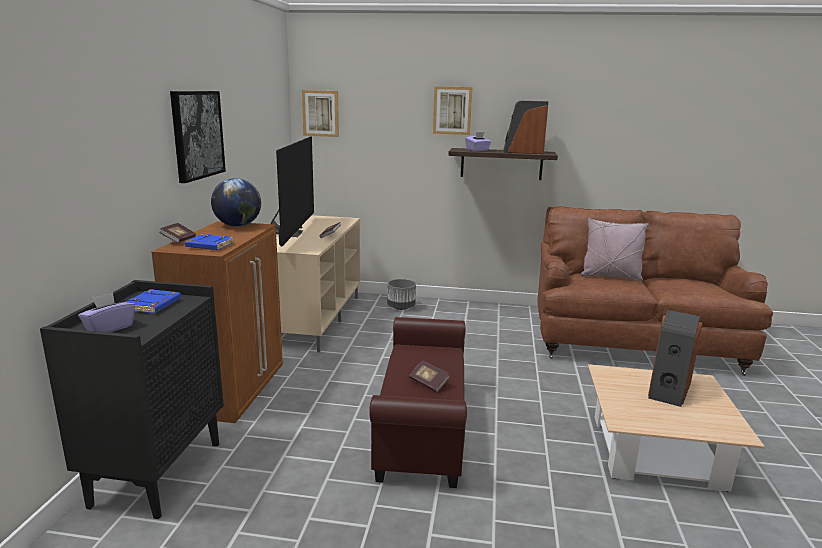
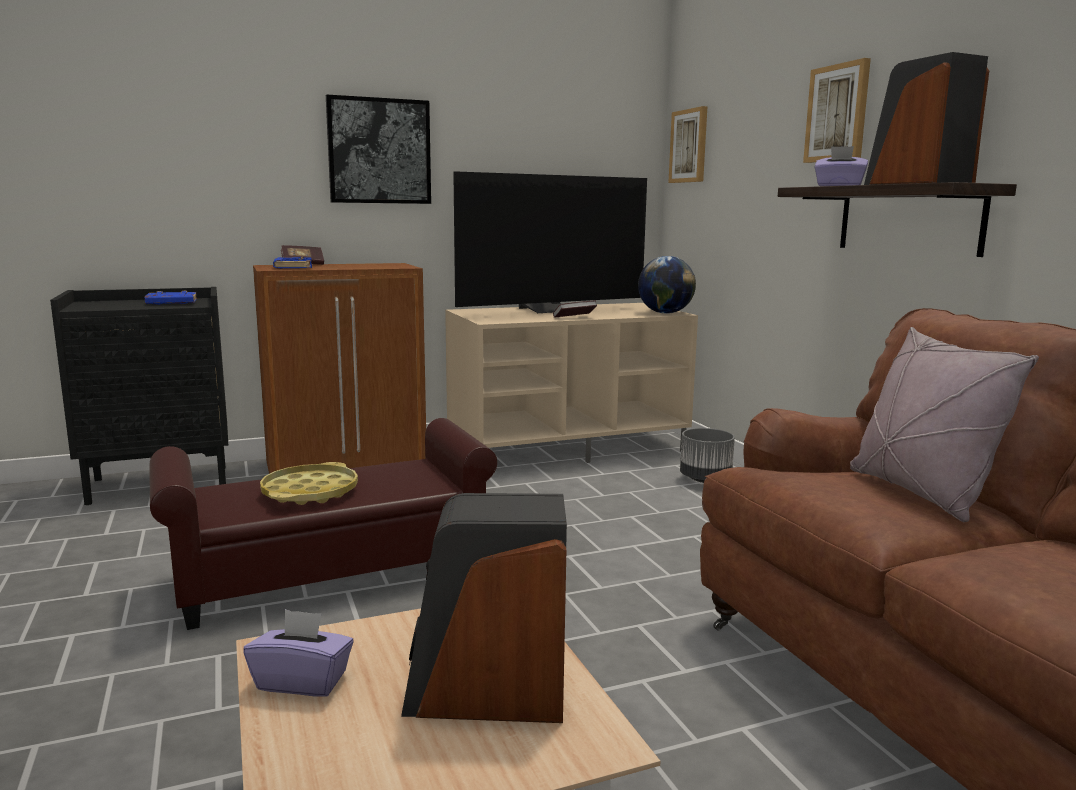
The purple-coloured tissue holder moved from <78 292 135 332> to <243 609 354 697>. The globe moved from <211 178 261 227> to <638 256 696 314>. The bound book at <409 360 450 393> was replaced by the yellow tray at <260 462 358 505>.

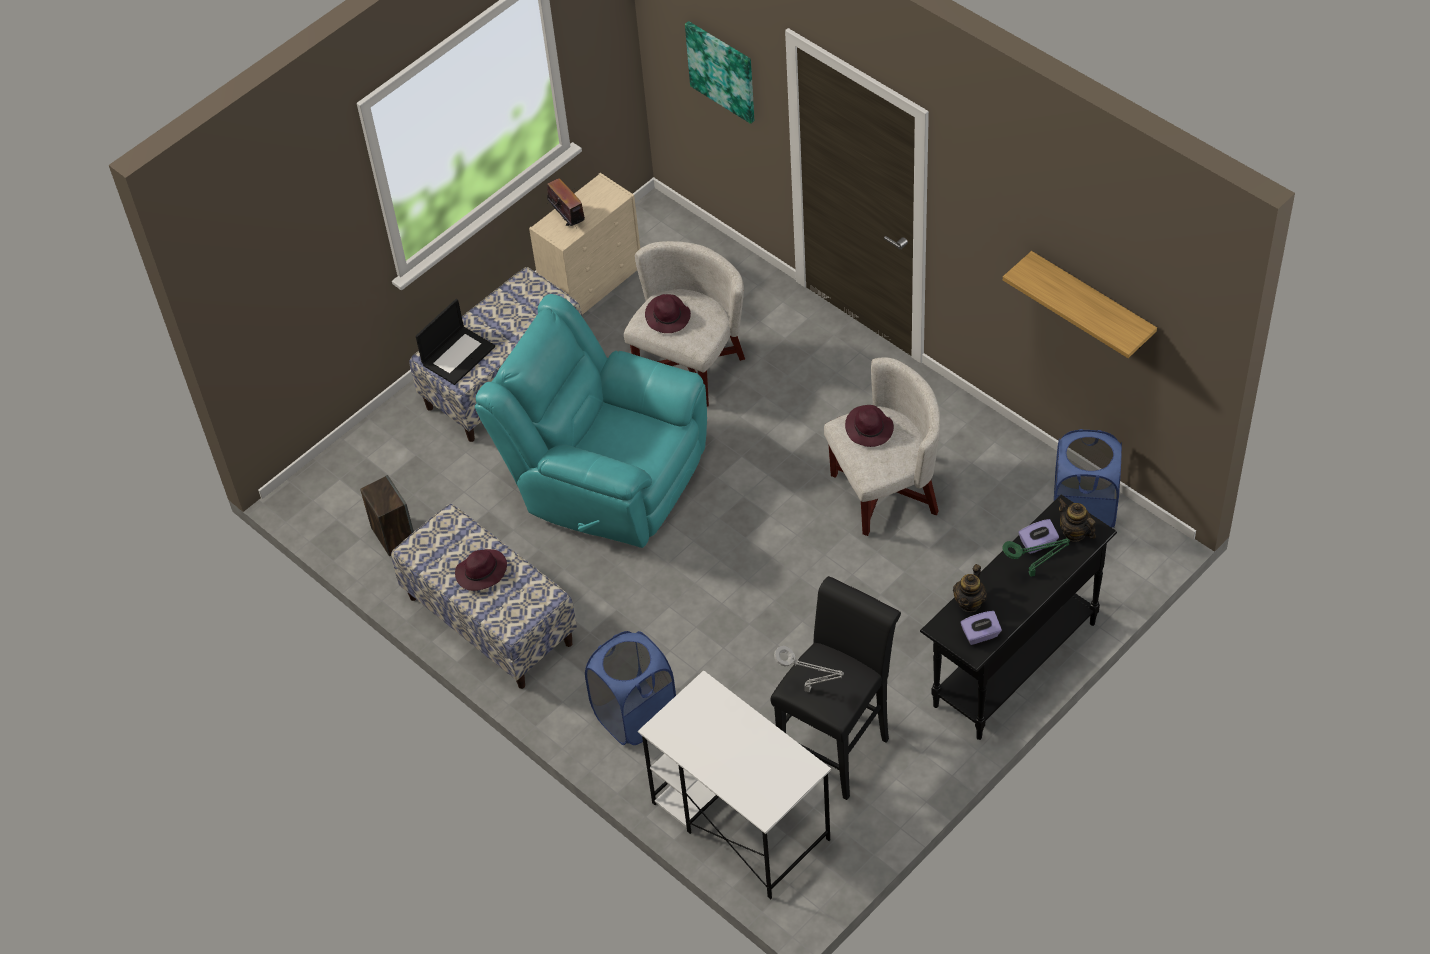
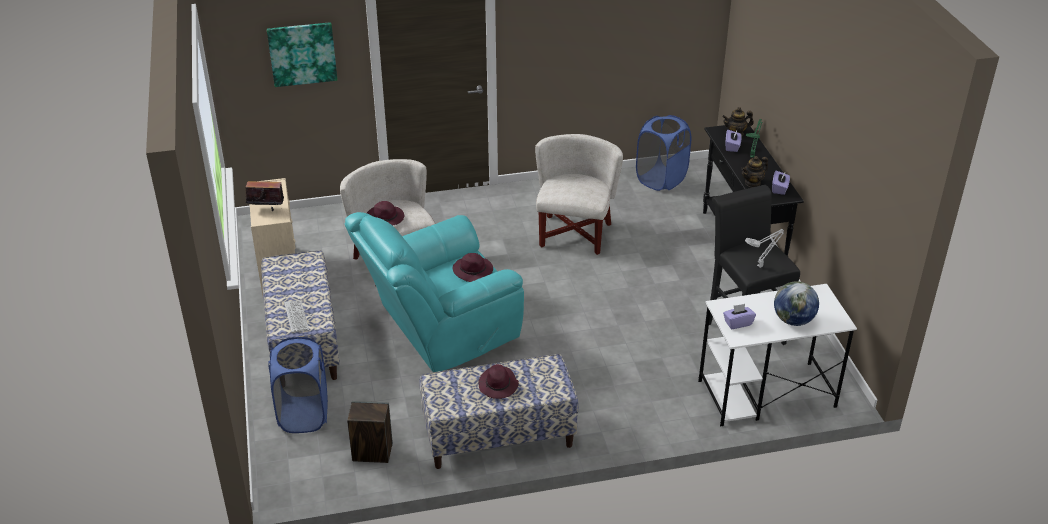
The wall shelf at <1003 251 1157 358> disappeared. The purple-coloured tissue holder at <723 304 756 329> appeared. The globe at <774 281 819 326> appeared. The blue-coloured laundry basket moved from <585 631 676 745> to <268 337 328 433>. The purple-coloured clothing hat moved from <845 405 894 447> to <453 253 493 282>. The notebook computer at <416 299 495 385> was replaced by the keyboard at <284 300 309 333>. The pot for tea at <953 564 987 612> turned 90 degrees clockwise.

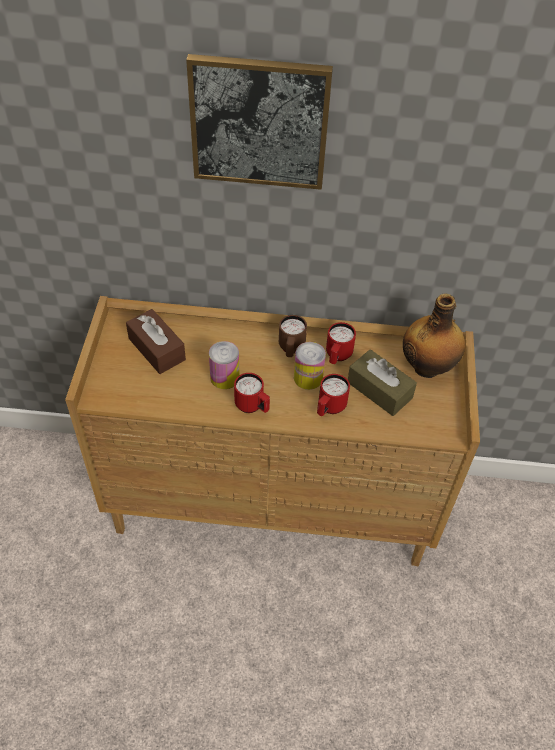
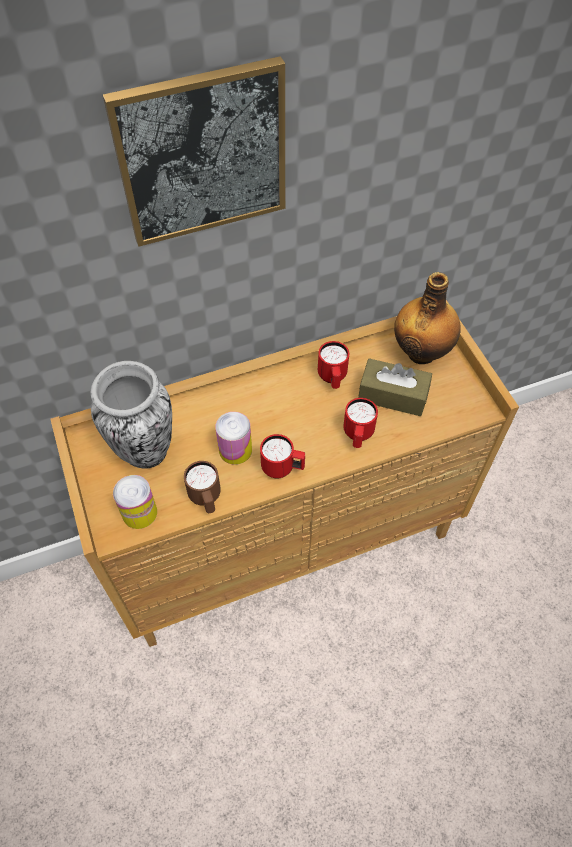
The brownish coffee mug moved from <279 315 307 357> to <184 461 221 513>. The can moved from <294 342 326 390> to <113 475 157 529>. The brownish tissue holder at <126 309 186 374> was replaced by the flower vase at <90 361 172 469>.

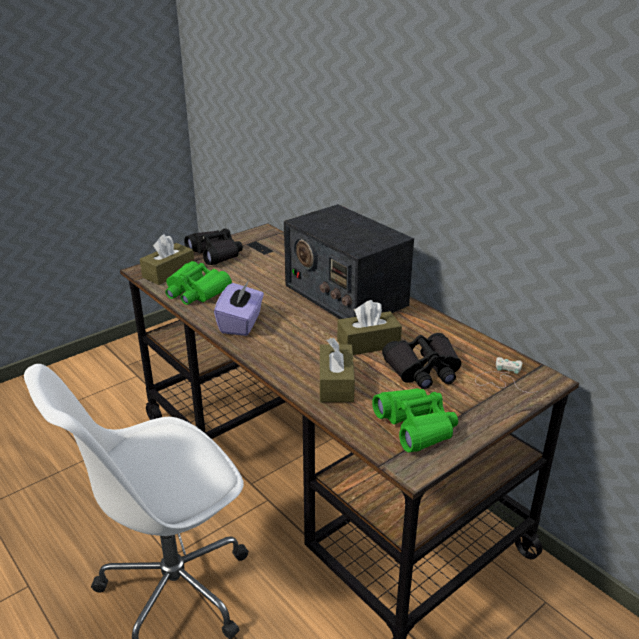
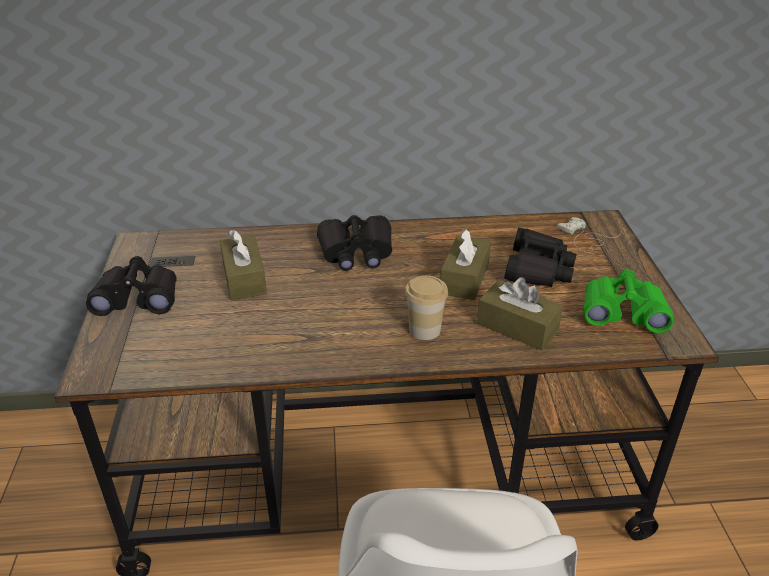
The greenish field glasses at <165 261 232 305> disappeared. The purple-coloured tissue holder at <214 282 264 336> disappeared. The cup at <405 275 448 340> appeared. The brownish tissue holder moved from <140 234 194 285> to <220 230 267 300>. The radio set at <284 204 414 319> was replaced by the black-coloured field glasses at <317 215 392 271>.

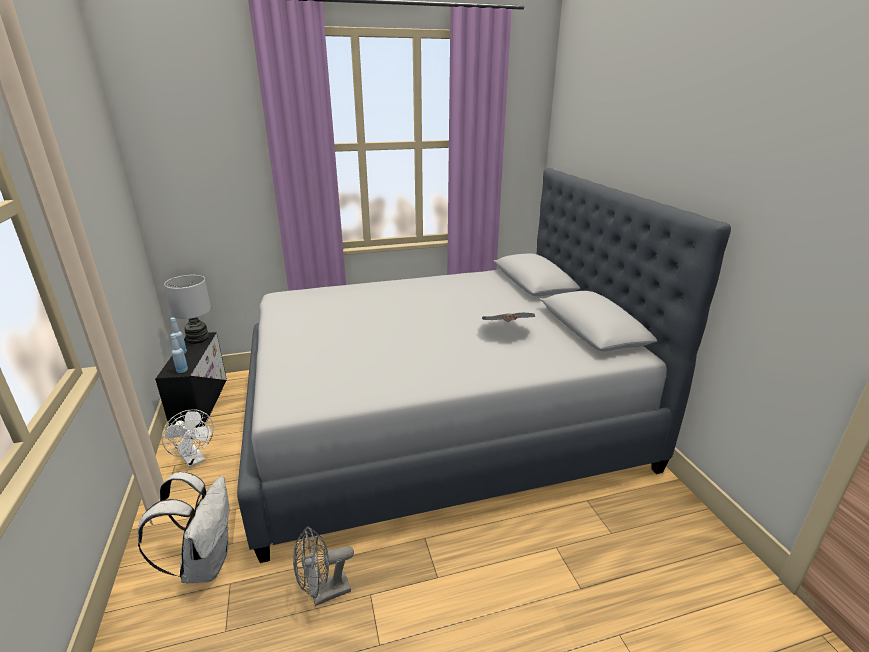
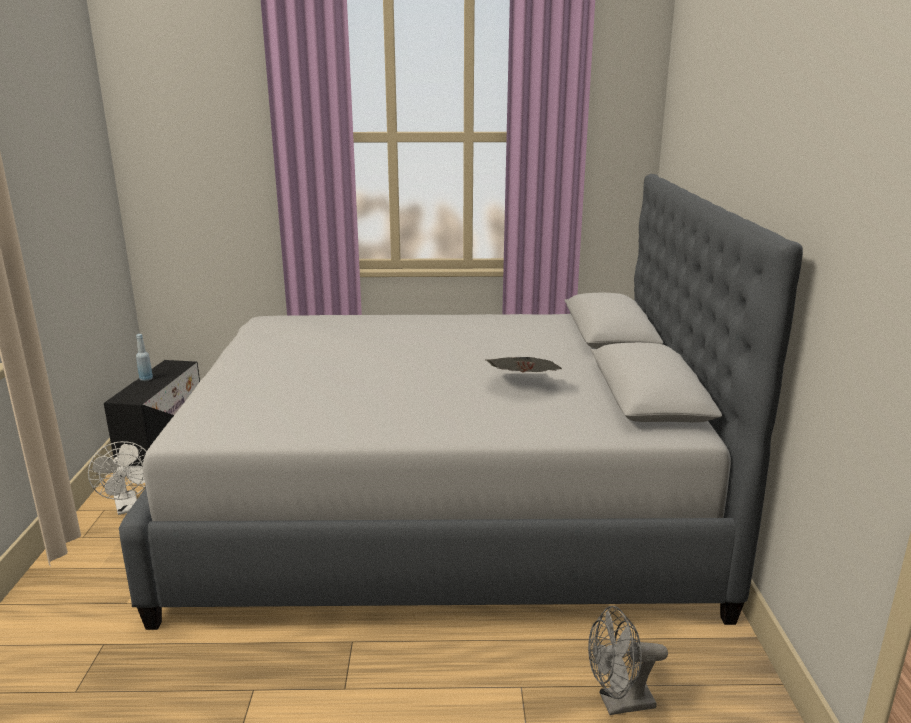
The white-coloured knapsack at <138 472 230 583> disappeared. The gray table lamp at <164 275 211 344> disappeared. The blue-coloured bottle at <170 334 188 373> disappeared. The gray fan moved from <293 526 354 606> to <588 606 668 715>.

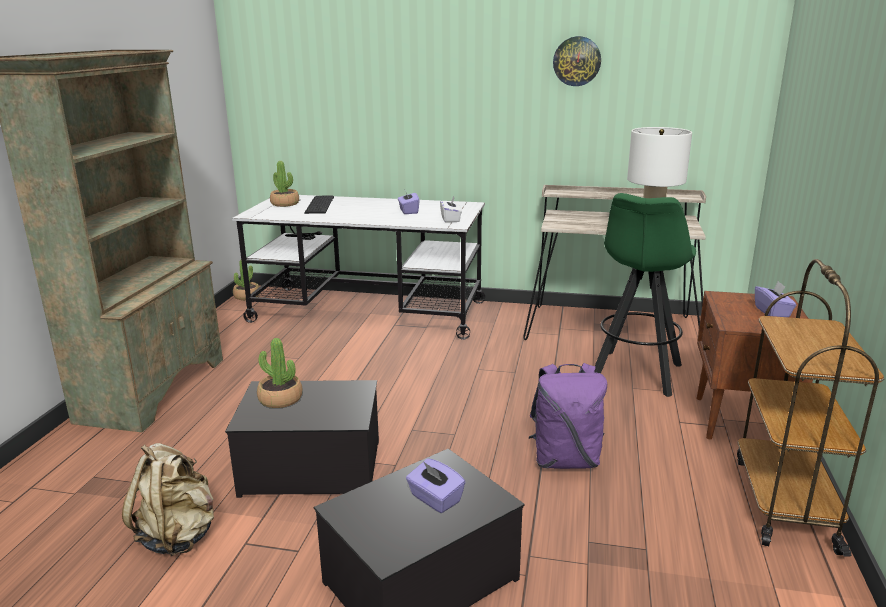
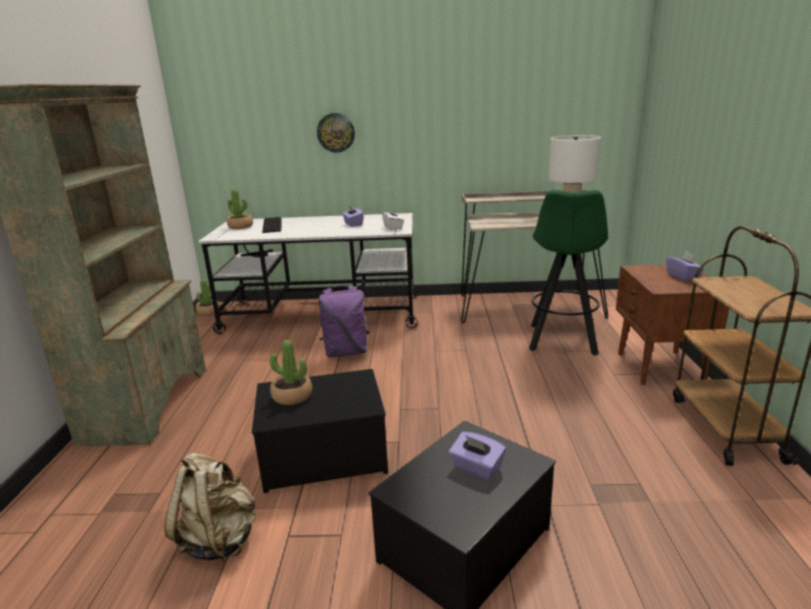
The purple-coloured knapsack moved from <529 363 607 469> to <319 285 370 357>. The clock on the wall moved from <553 36 601 86> to <317 113 355 153>.

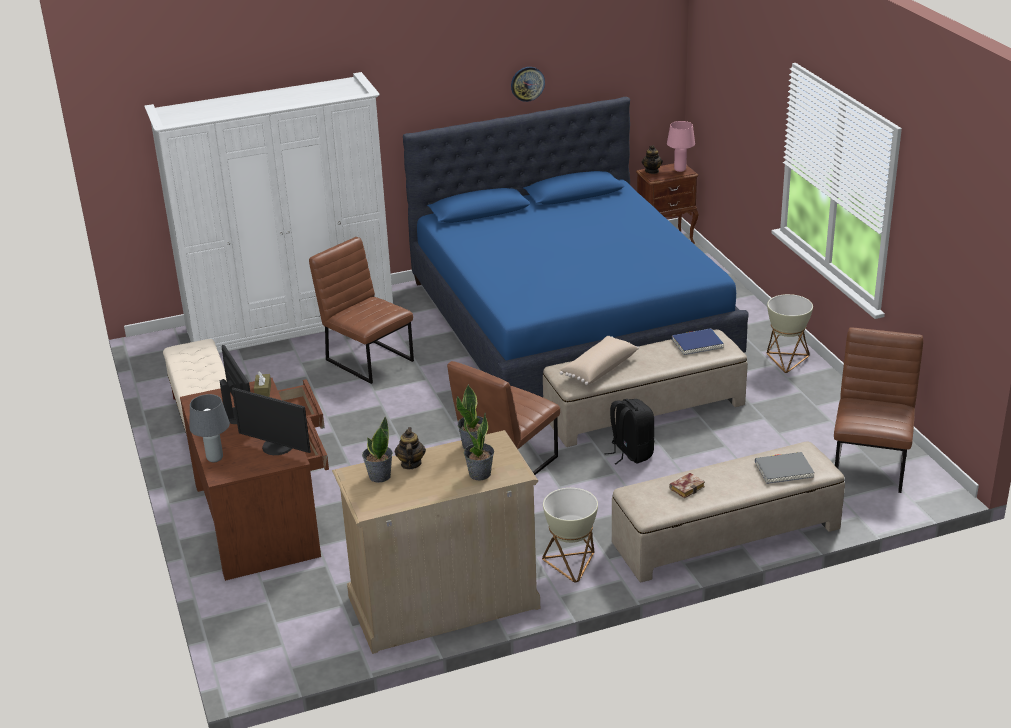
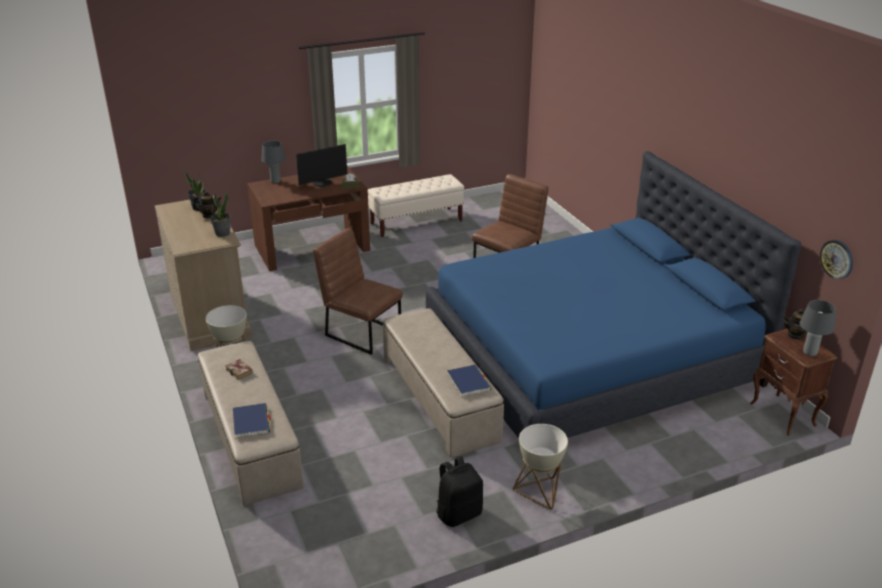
The white-coloured armoire at <144 72 393 353> disappeared. The computer display at <232 388 311 455> disappeared. The plant in a pot at <464 412 494 481> disappeared. The sand-coloured cushion at <560 336 639 385> disappeared. The brownish plain chair at <834 328 923 493> disappeared. The clock on the wall moved from <511 67 545 102> to <820 240 853 279>. The black-coloured knapsack moved from <604 399 654 464> to <436 456 483 527>. The pink table lamp at <667 121 695 172> became the gray table lamp at <800 300 836 356>. The gray bound book at <755 452 815 484> became the blue-coloured bound book at <233 403 270 439>.

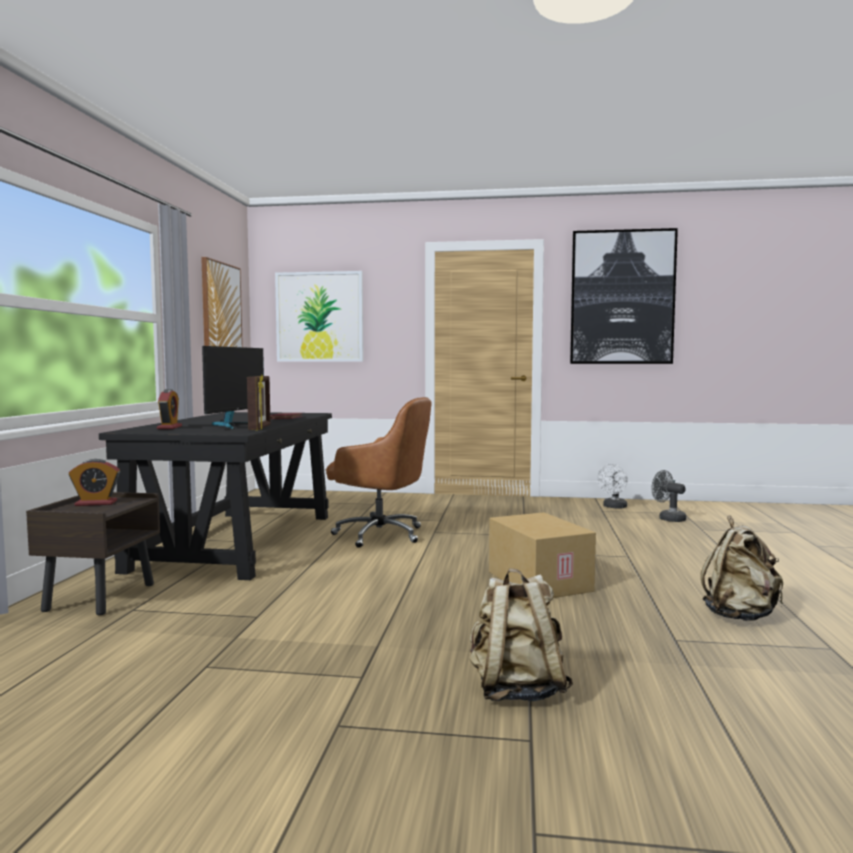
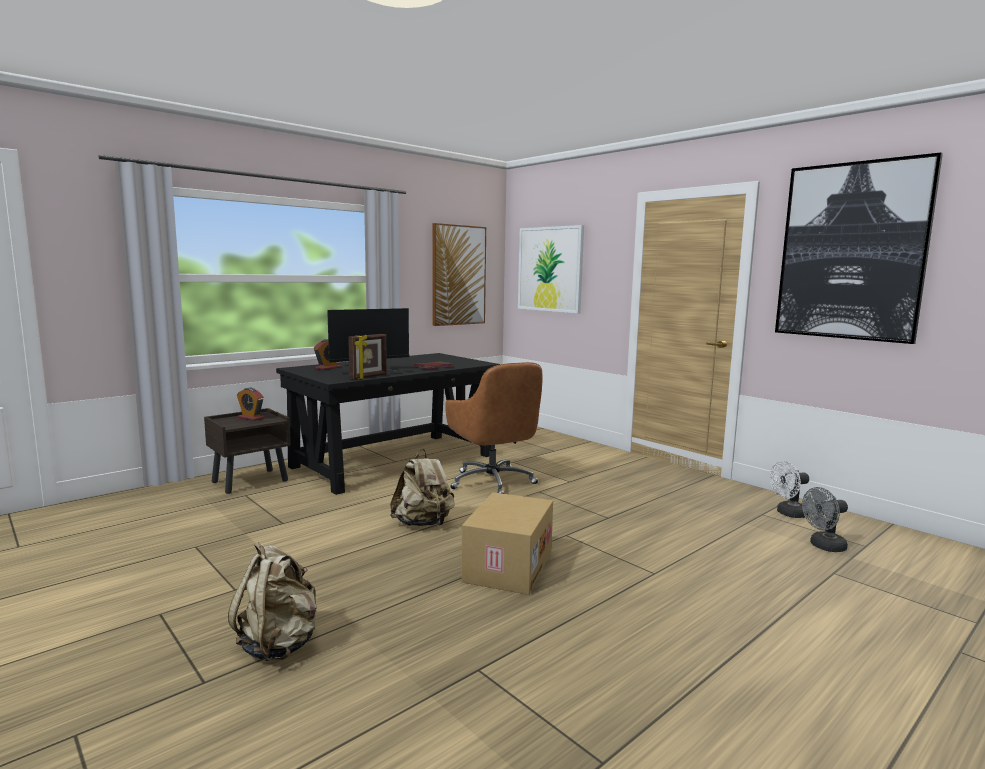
The sand-coloured knapsack moved from <701 516 783 621> to <390 449 455 526>. The gray fan at <651 470 686 522> turned 105 degrees counterclockwise.

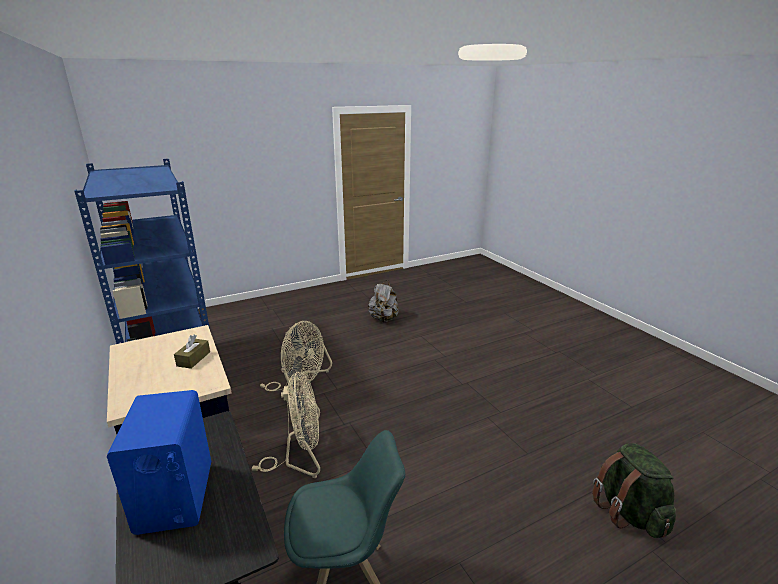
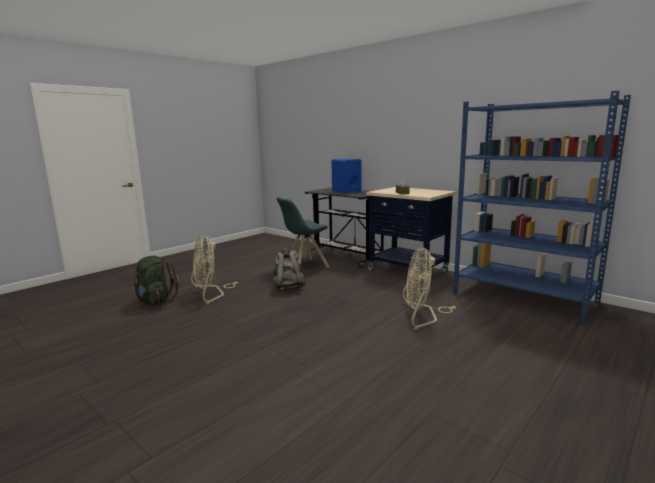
The sand-coloured fan moved from <250 372 320 479> to <191 236 239 305>. The gray knapsack moved from <368 280 399 323> to <273 249 306 291>.

